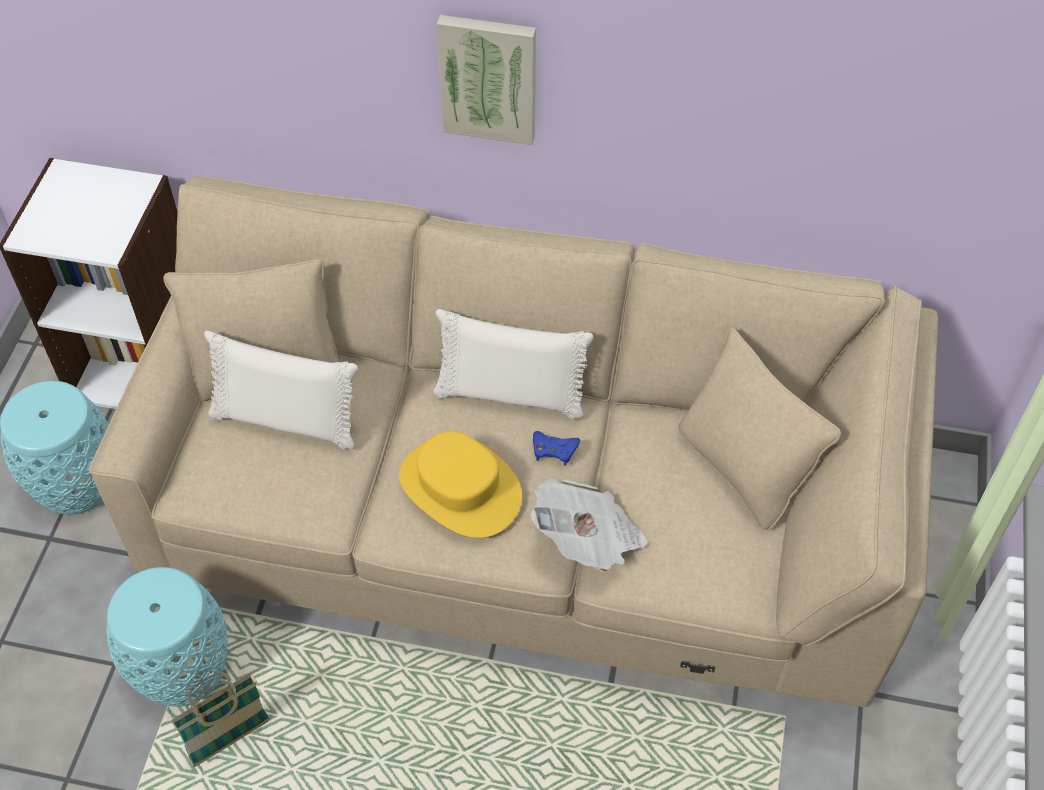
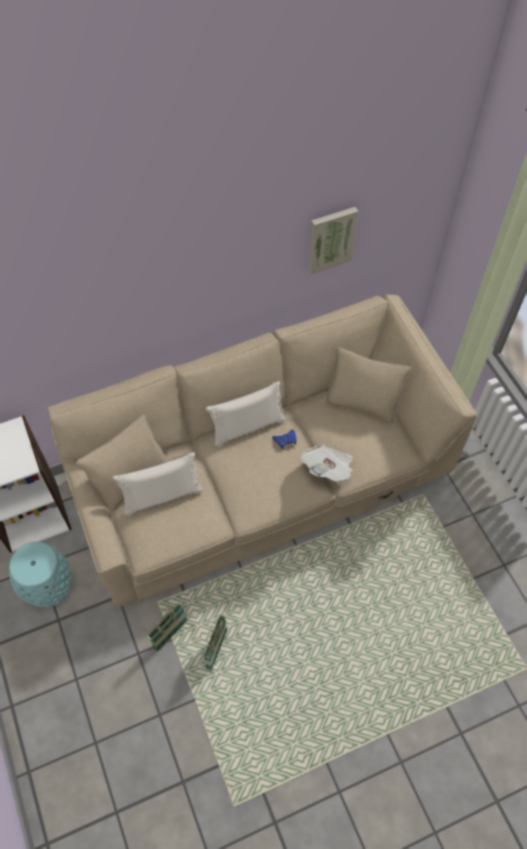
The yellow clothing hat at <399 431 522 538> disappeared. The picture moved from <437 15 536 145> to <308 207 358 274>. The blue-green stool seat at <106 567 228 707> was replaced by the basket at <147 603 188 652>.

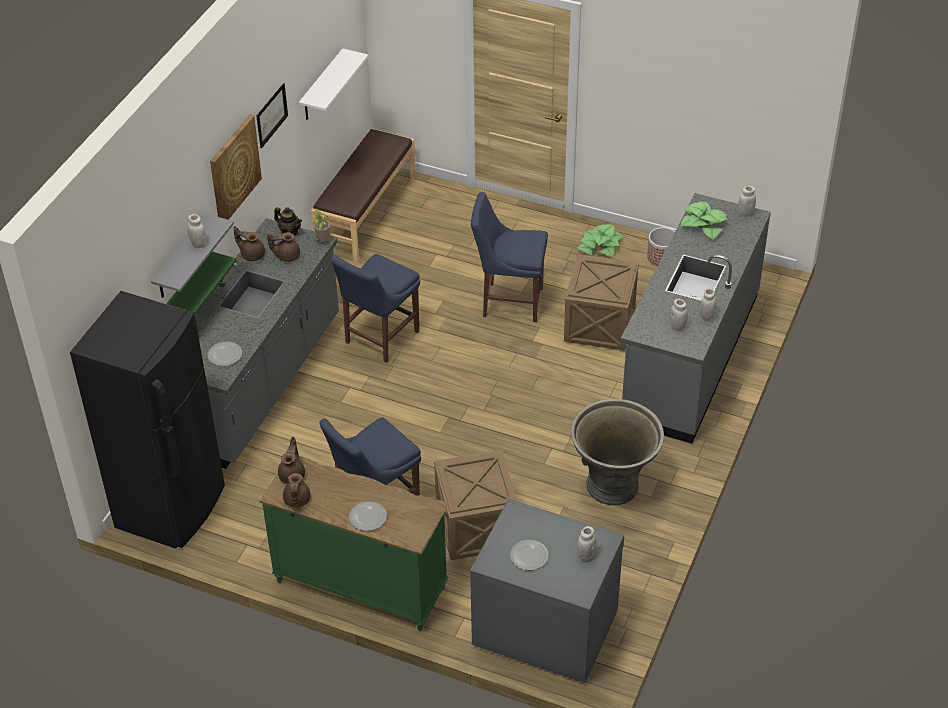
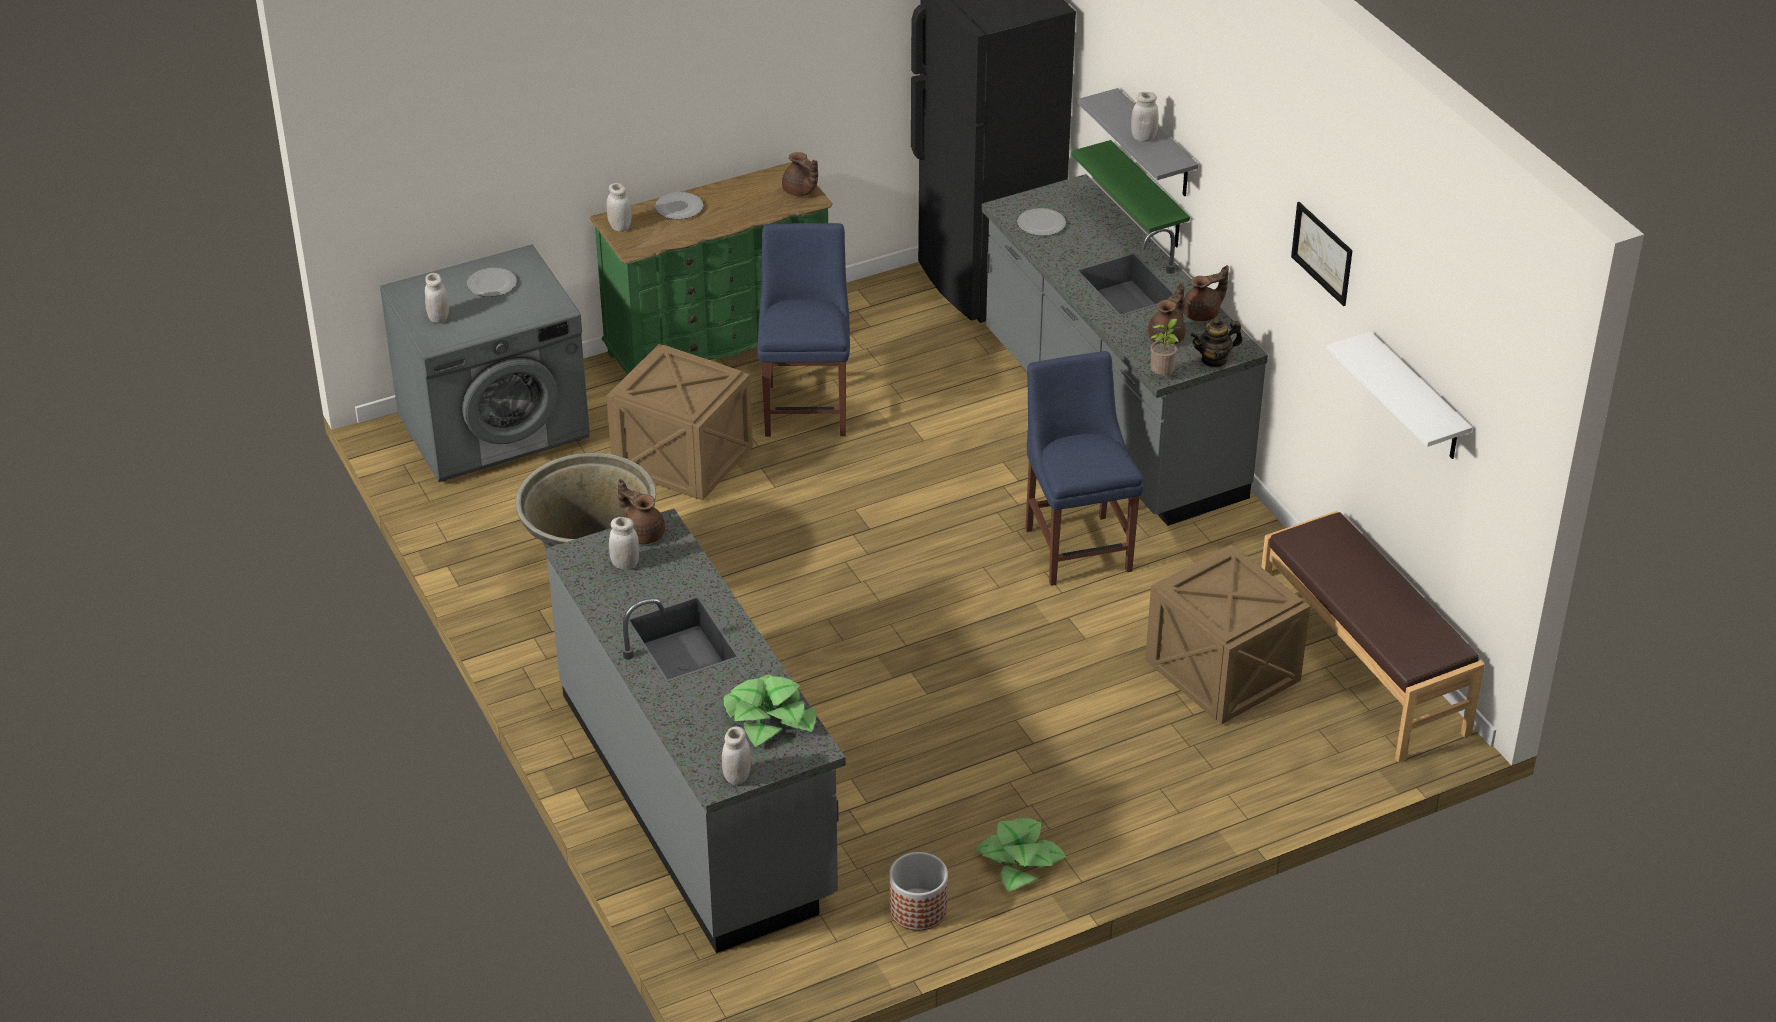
The picture at <210 114 262 220> disappeared. The blue-coloured plain chair at <471 192 548 322> disappeared. The brownish pot for tea moved from <283 473 311 508> to <618 479 665 544>. The packing crate moved from <564 254 639 351> to <1145 545 1310 724>. The white-coloured storage jar moved from <700 288 716 321> to <607 183 631 232>.

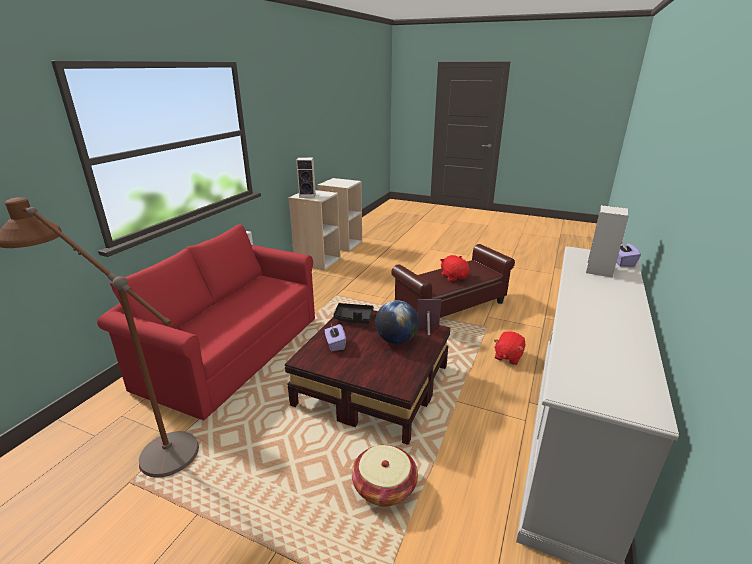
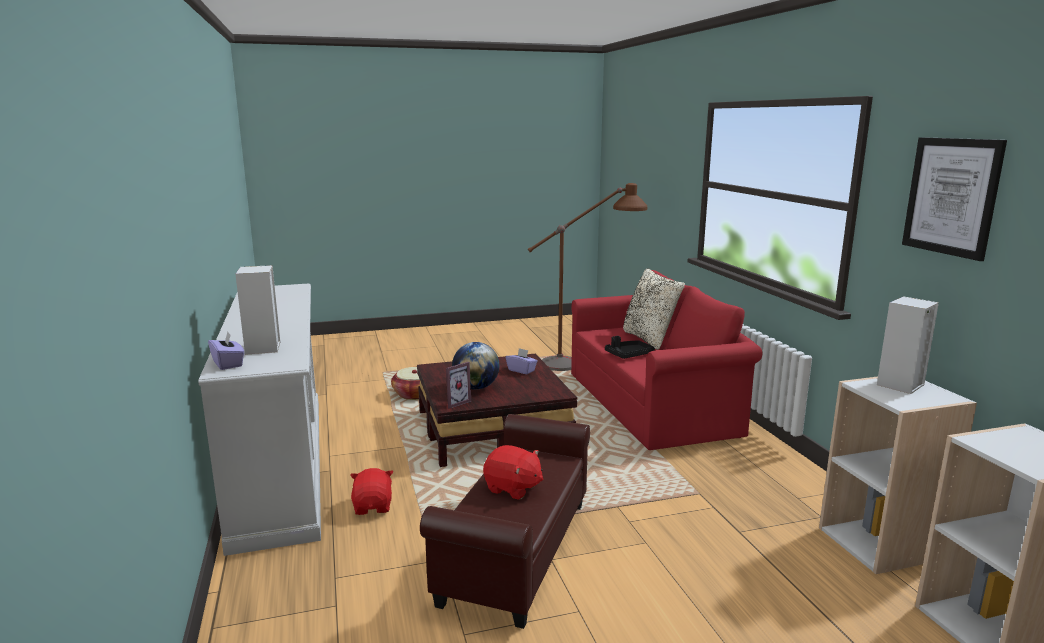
The sand-coloured cushion at <623 268 685 349> appeared. The picture at <902 137 1007 261> appeared. The black-coloured tray moved from <333 303 374 324> to <605 336 655 359>.

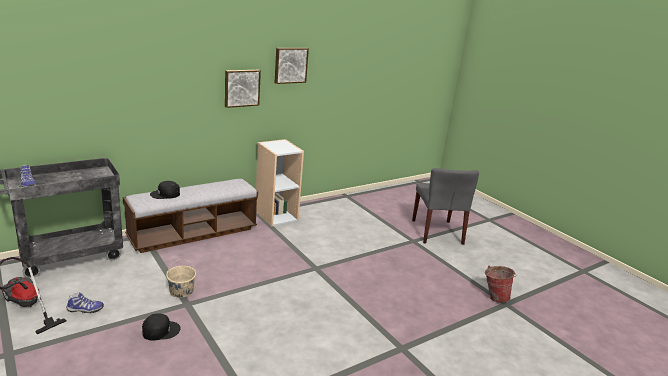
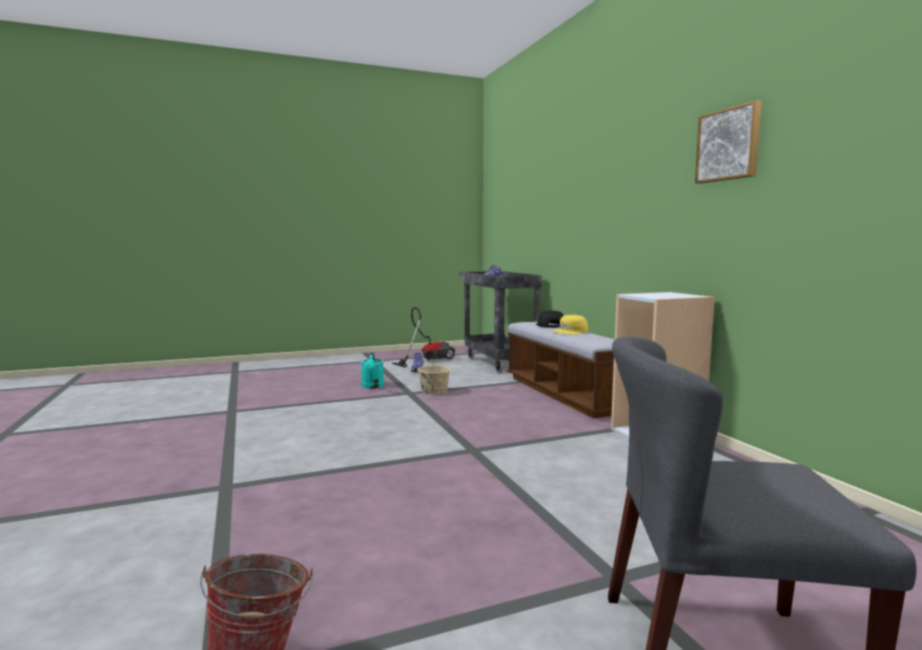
The picture at <225 70 261 108> disappeared. The yellow peaked cap at <552 315 588 334> appeared. The black-coloured peaked cap at <142 313 181 341> was replaced by the blue-green watering pot at <361 352 384 389>.

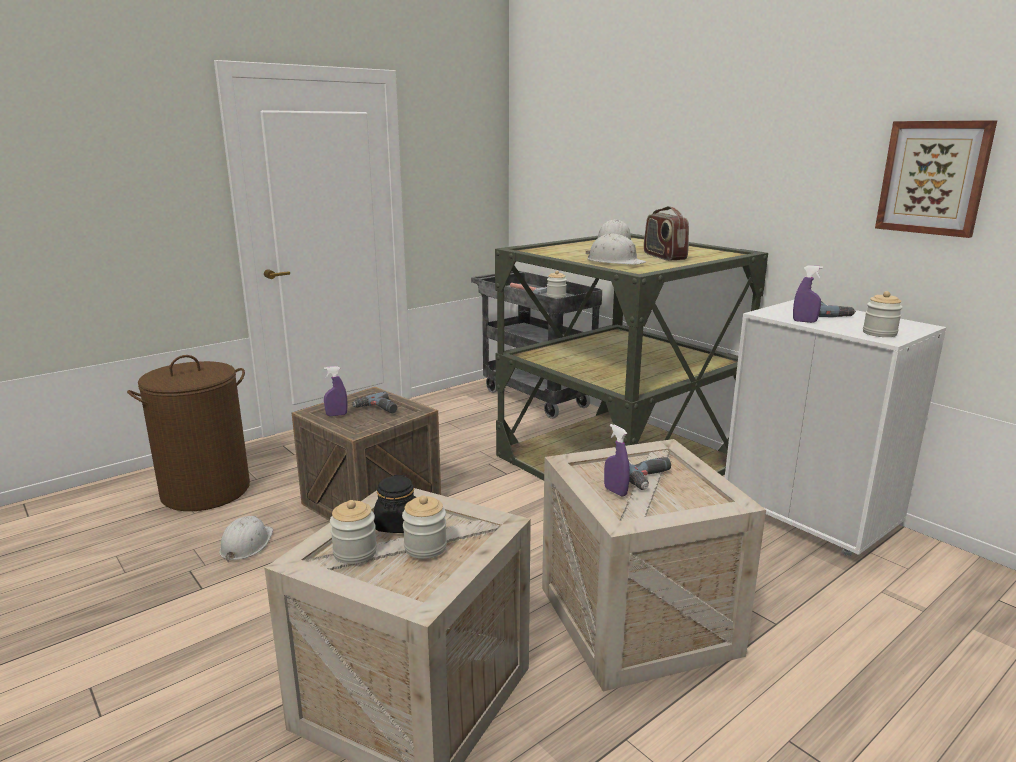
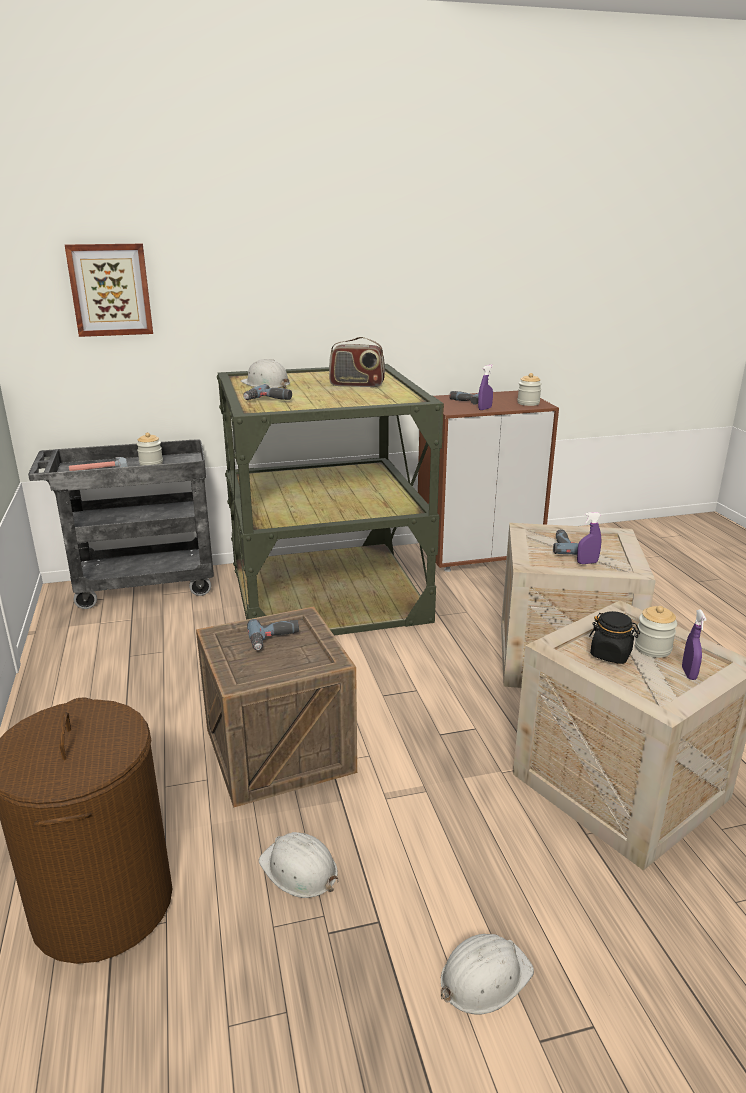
The storage jar at <330 500 377 564> disappeared. The power drill at <243 384 292 400> appeared. The purple-coloured sprayer moved from <324 366 347 416> to <682 610 707 680>. The white-coloured hard hat moved from <586 234 646 265> to <441 934 534 1015>. The picture moved from <875 120 997 238> to <65 244 153 337>. The white-coloured storage cabinet at <725 300 946 556> became the brownish storage cabinet at <418 391 559 572>.

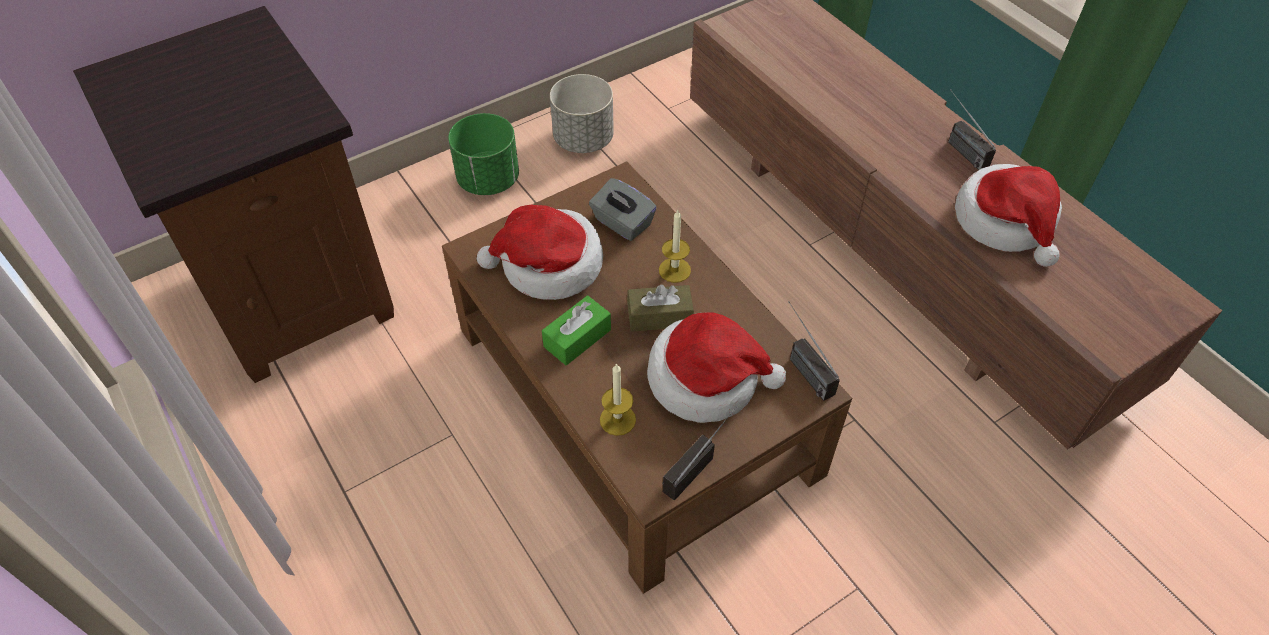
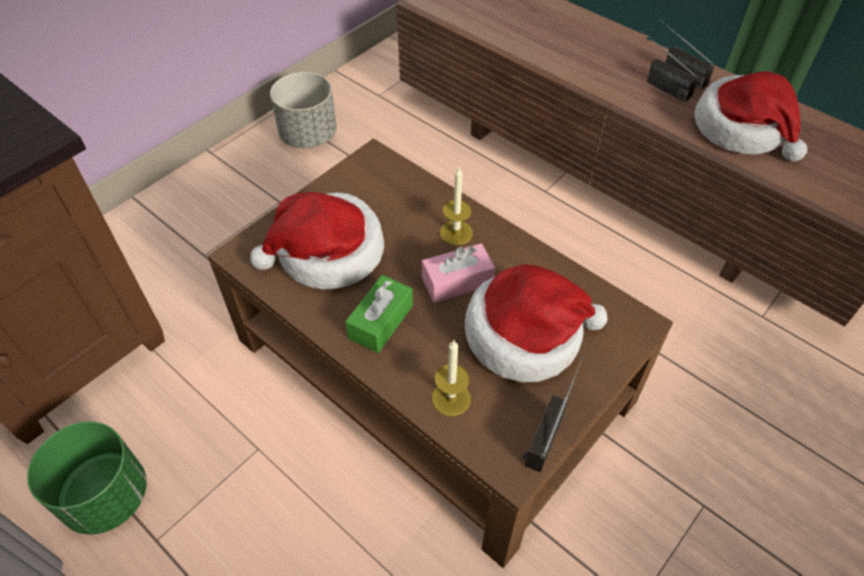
The gray tissue holder at <589 178 657 241> disappeared. The greenish planter moved from <448 113 519 195> to <27 422 147 534>. The radio set moved from <788 301 840 401> to <641 31 698 102>. The brownish tissue holder at <627 284 694 332> became the pink tissue holder at <422 243 495 303>.

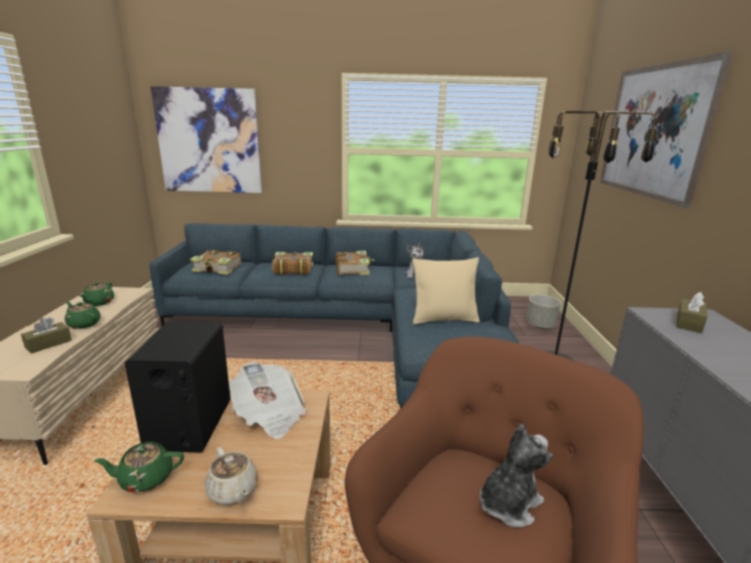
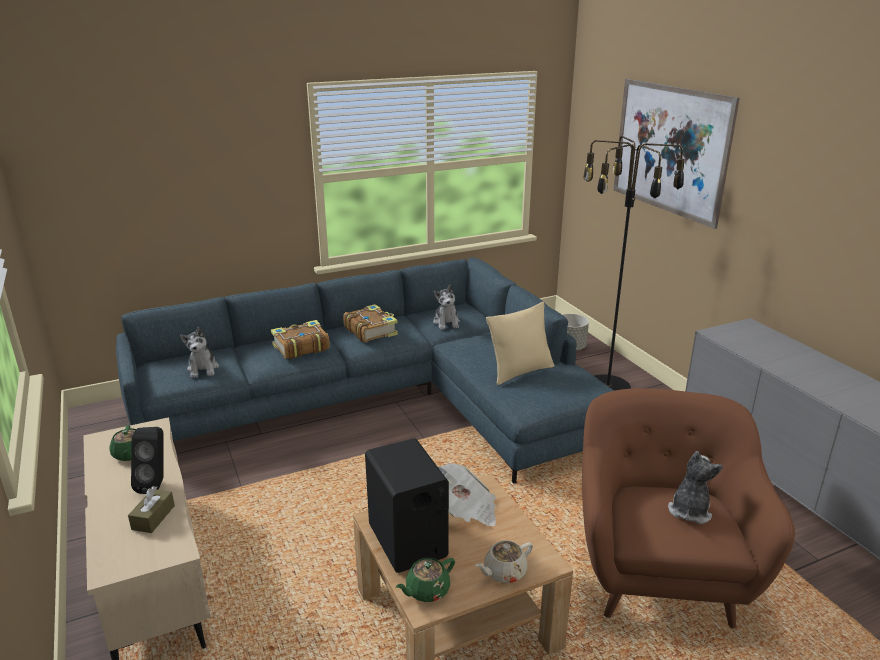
The picture at <151 86 262 193> disappeared. The brownish tissue holder at <676 292 707 333> disappeared. The greenish pot for tea at <64 302 101 329> was replaced by the black-coloured speaker at <131 427 163 494>. The bound book at <190 250 241 275> was replaced by the cuddly toy at <180 327 219 378>. The sand-coloured pot for tea at <205 447 258 505> turned 120 degrees clockwise.

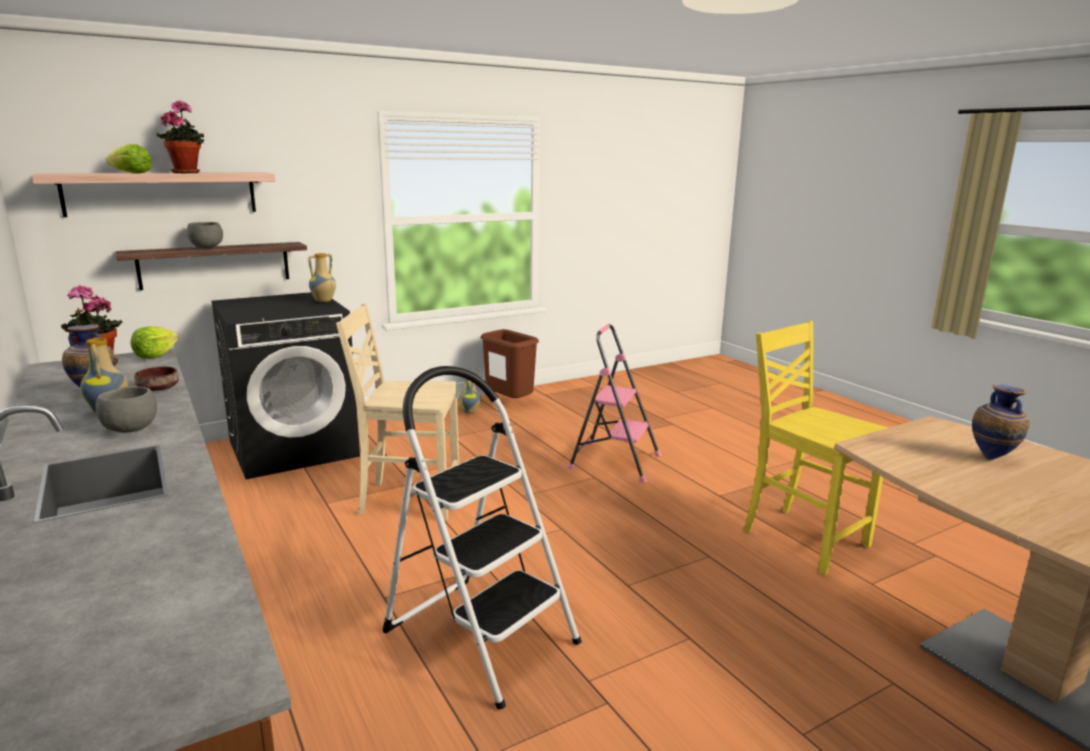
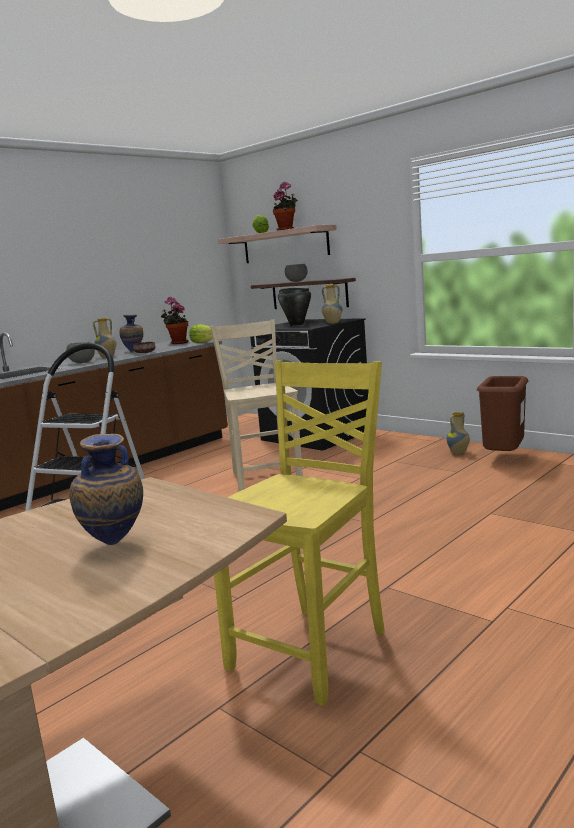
The pink step ladder at <566 324 662 483> disappeared. The black-coloured saucepot at <278 288 311 326> appeared.

